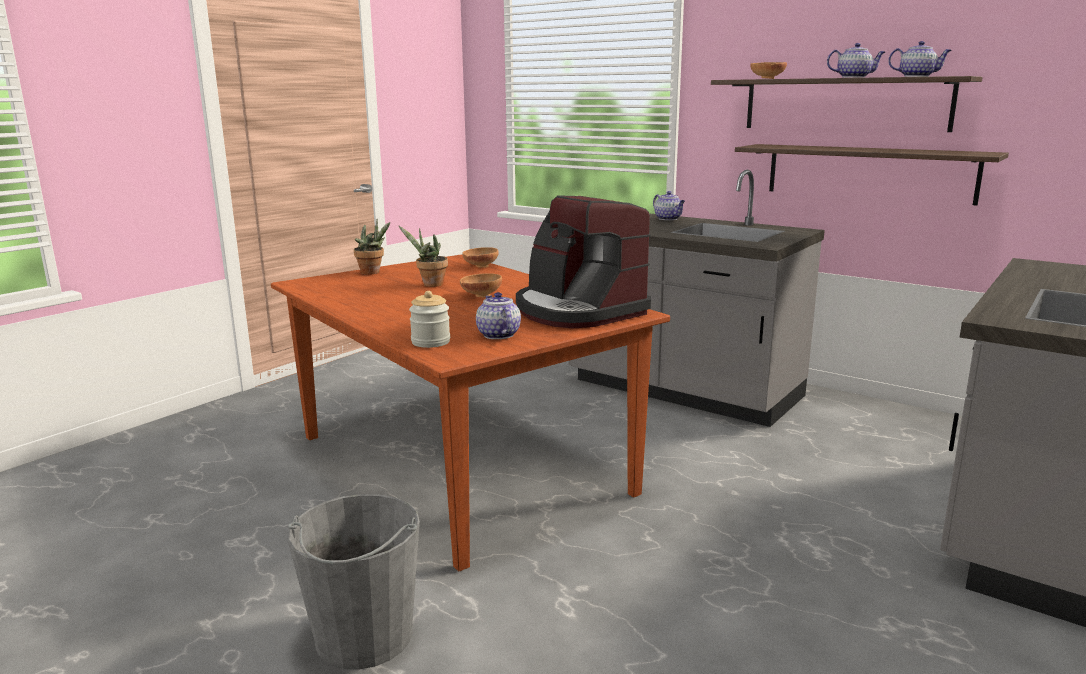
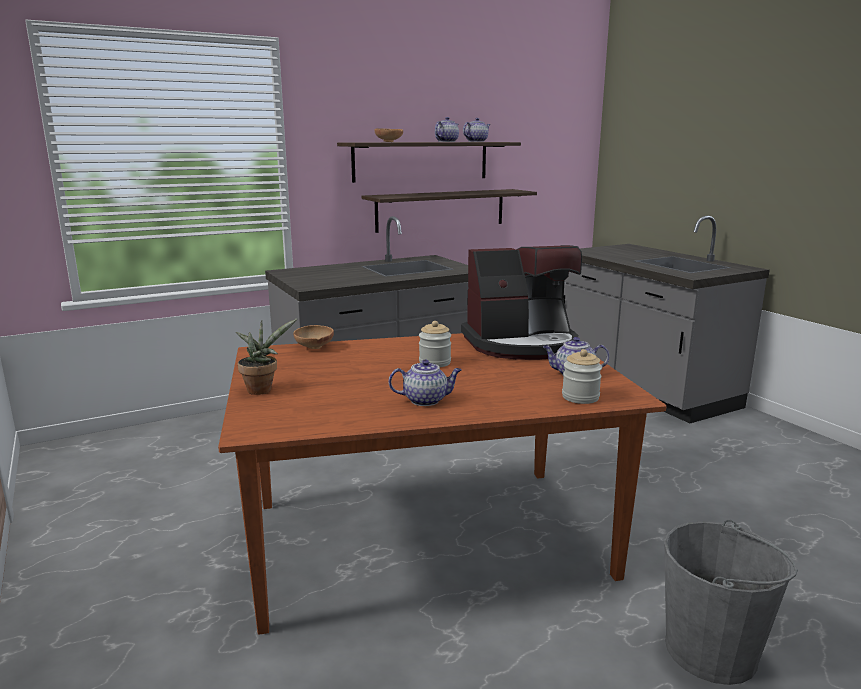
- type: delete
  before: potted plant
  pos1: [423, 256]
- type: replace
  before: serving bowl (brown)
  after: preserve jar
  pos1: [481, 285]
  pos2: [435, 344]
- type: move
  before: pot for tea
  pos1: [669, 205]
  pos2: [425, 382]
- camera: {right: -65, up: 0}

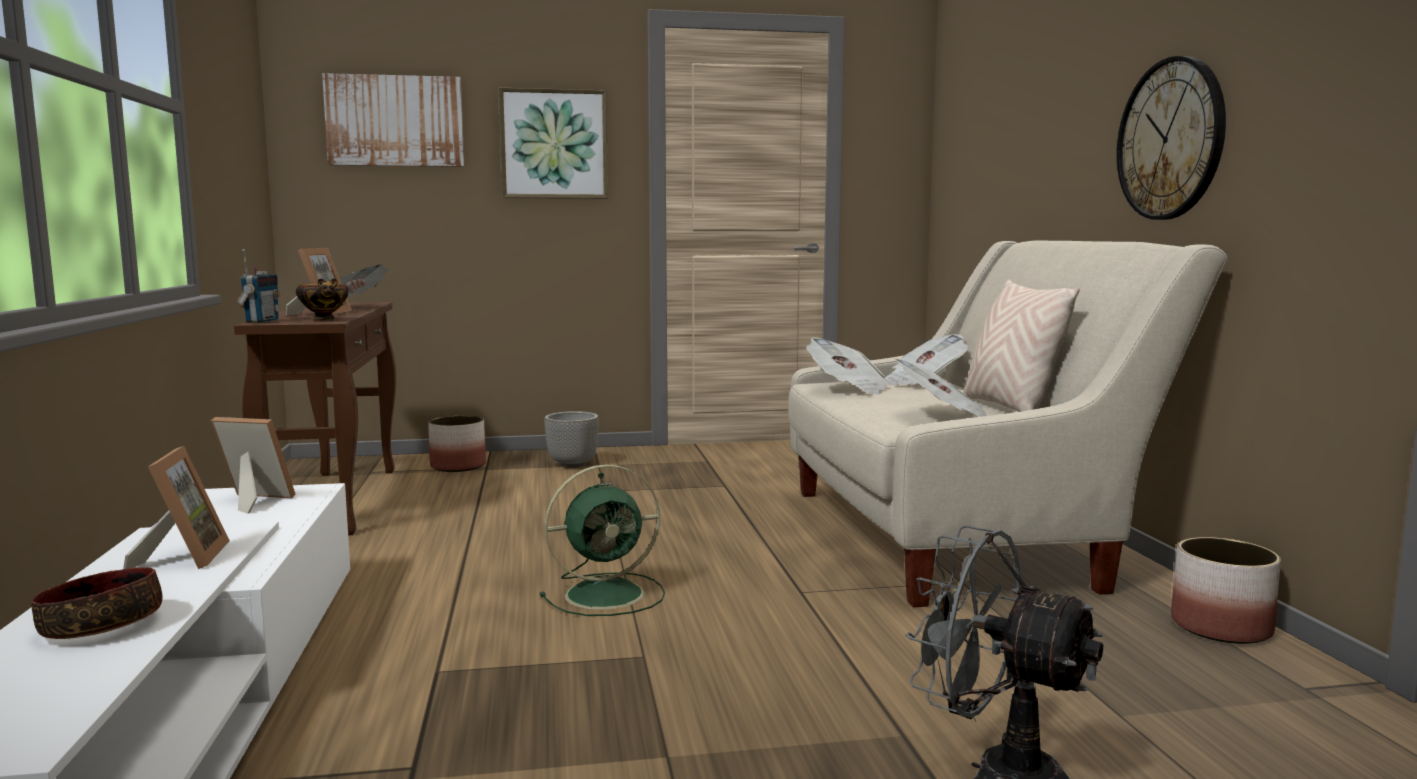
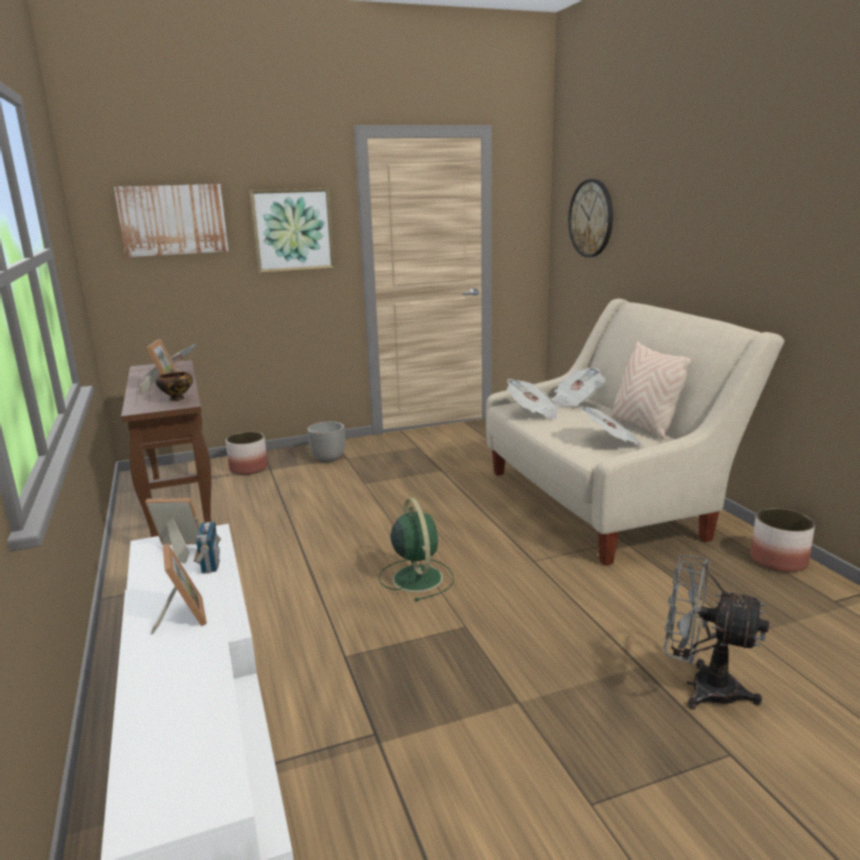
- type: delete
  before: serving bowl
  pos1: [96, 603]
- type: move
  before: radio receiver
  pos1: [258, 286]
  pos2: [207, 545]
- type: rotate
  before: fan (greenish)
  pos1: [602, 540]
  pos2: [416, 549]
  turn: -75
- type: move
  before: clock on the wall
  pos1: [1171, 138]
  pos2: [590, 218]
- camera: {right: -10, up: 10}

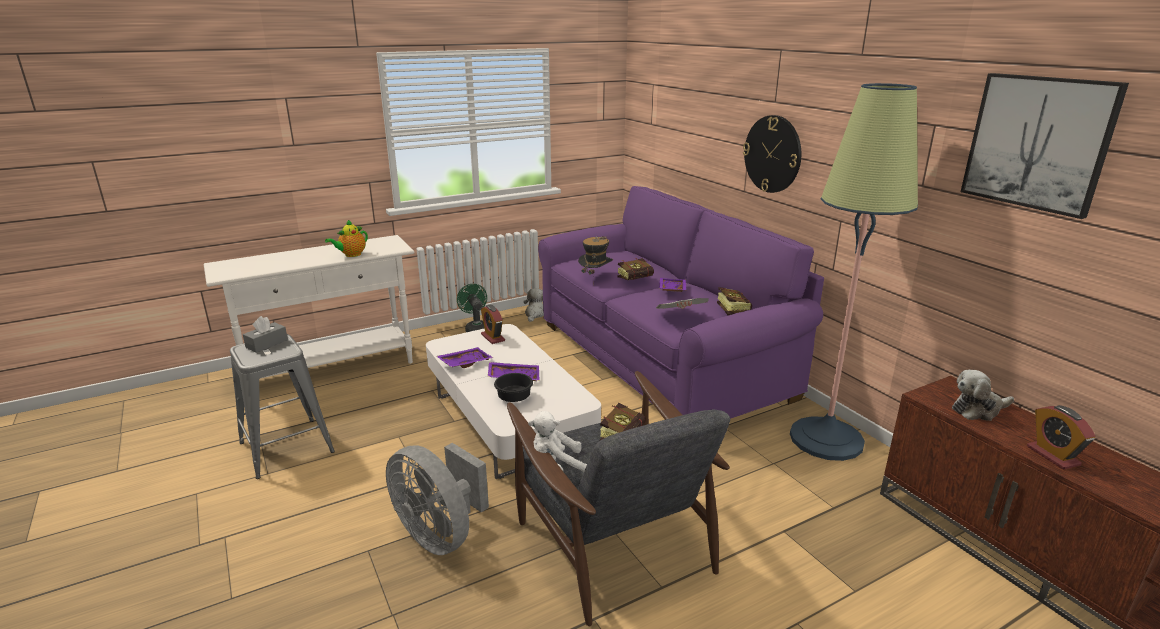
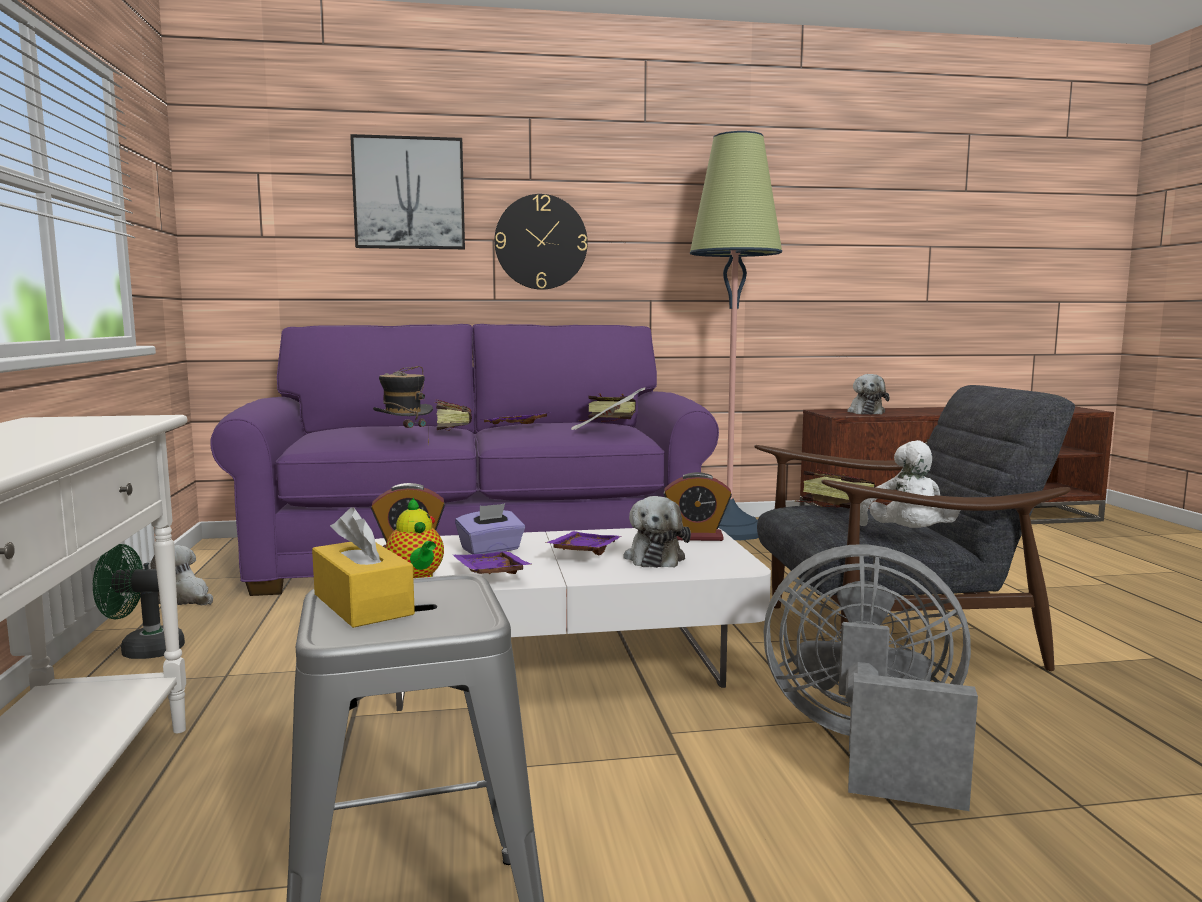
- type: recolor
  before: tissue box (greyish)
  after: tissue box (yellowish)
  pos1: [265, 334]
  pos2: [363, 567]
- type: move
  before: pot for tea
  pos1: [346, 238]
  pos2: [415, 538]
- type: rotate
  before: fan (greyish)
  pos1: [437, 499]
  pos2: [871, 678]
  turn: -135
- type: replace
  before: serving bowl (black-coloured)
  after: cuddly toy
  pos1: [513, 387]
  pos2: [657, 532]
- type: move
  before: wall art
  pos1: [1045, 146]
  pos2: [407, 191]
- type: move
  before: bedside clock
  pos1: [1061, 437]
  pos2: [698, 506]
- type: insert
  after: tissue box (purplish)
  pos2: [490, 528]
- camera: {right: -70, up: -15}

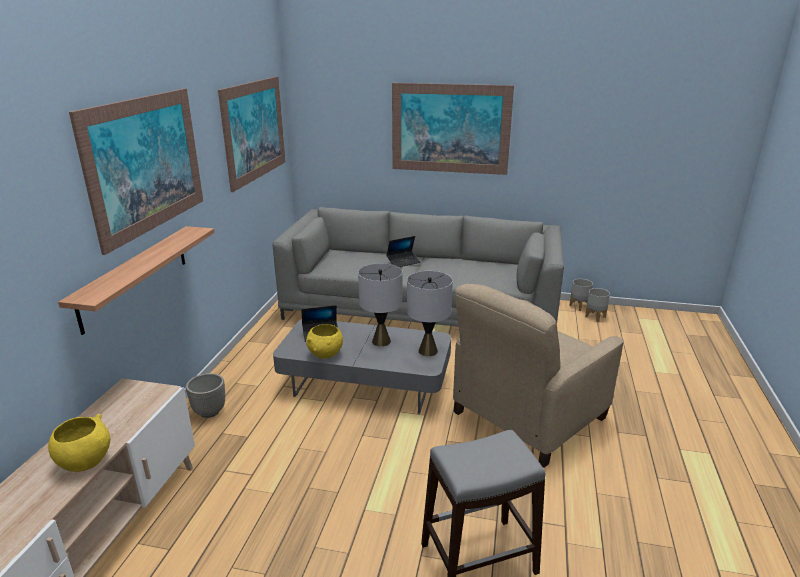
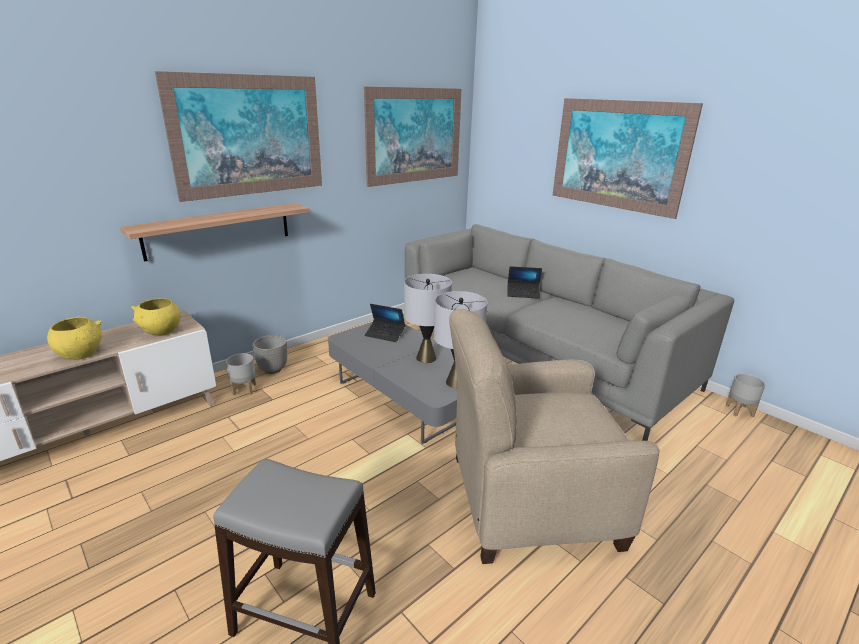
- type: move
  before: serving bowl (yellowish)
  pos1: [324, 341]
  pos2: [156, 317]
- type: move
  before: flower pot (greyish)
  pos1: [597, 305]
  pos2: [241, 374]
- camera: {right: 35, up: 0}

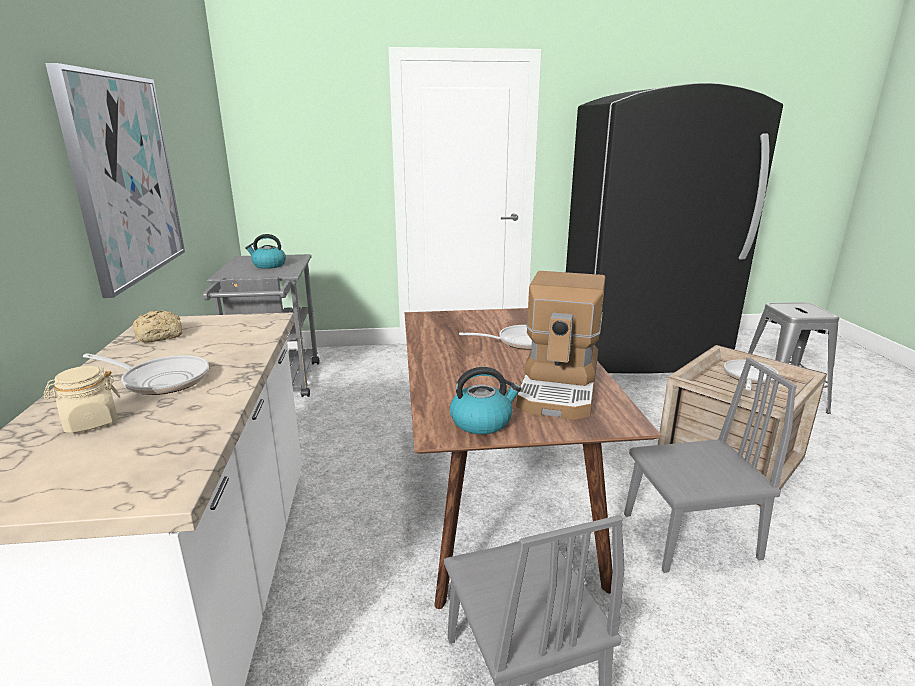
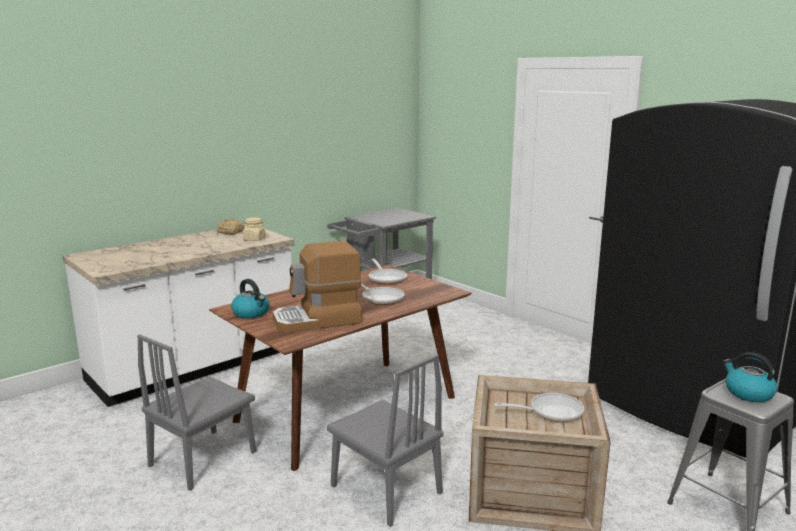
- type: move
  before: preserve jar (sand-coloured)
  pos1: [82, 399]
  pos2: [254, 229]
- type: delete
  before: wall art
  pos1: [115, 180]
- type: move
  before: pan
  pos1: [146, 374]
  pos2: [388, 271]
- type: move
  before: tea kettle
  pos1: [265, 251]
  pos2: [750, 377]
- camera: {right: 55, up: -5}

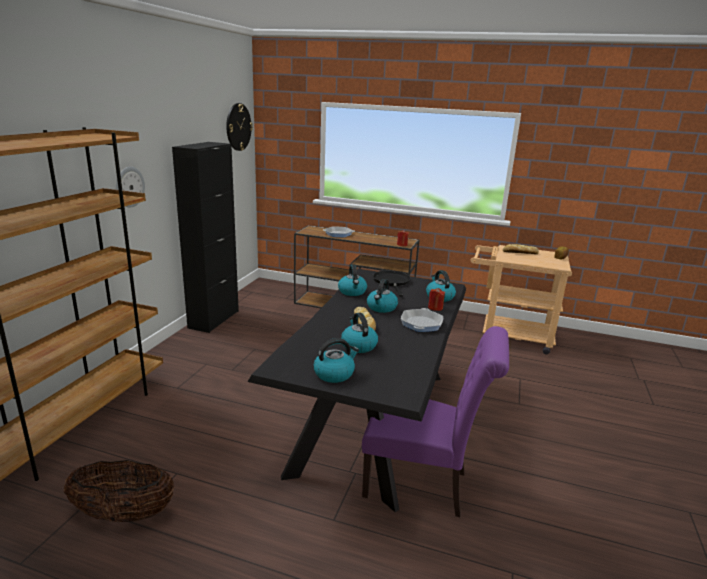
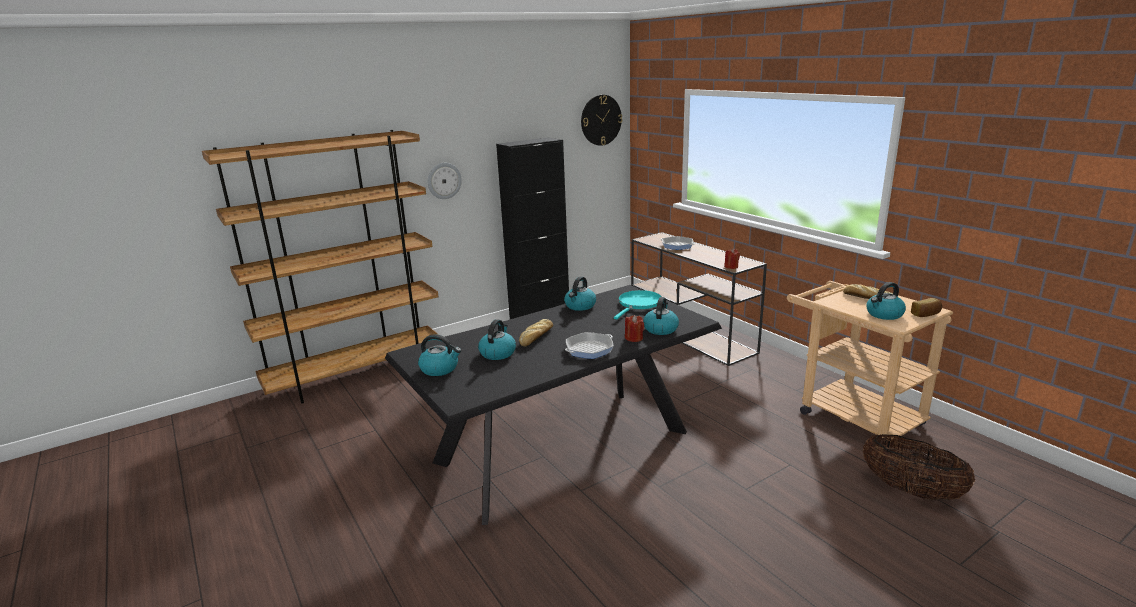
- type: move
  before: basket
  pos1: [119, 491]
  pos2: [919, 467]
- type: delete
  before: upright chair (purplish)
  pos1: [435, 421]
- type: move
  before: tea kettle
  pos1: [382, 296]
  pos2: [886, 301]
- type: recolor
  before: pan (black-coloured)
  after: pan (turquoise)
  pos1: [391, 283]
  pos2: [638, 304]
- camera: {right: 40, up: 0}

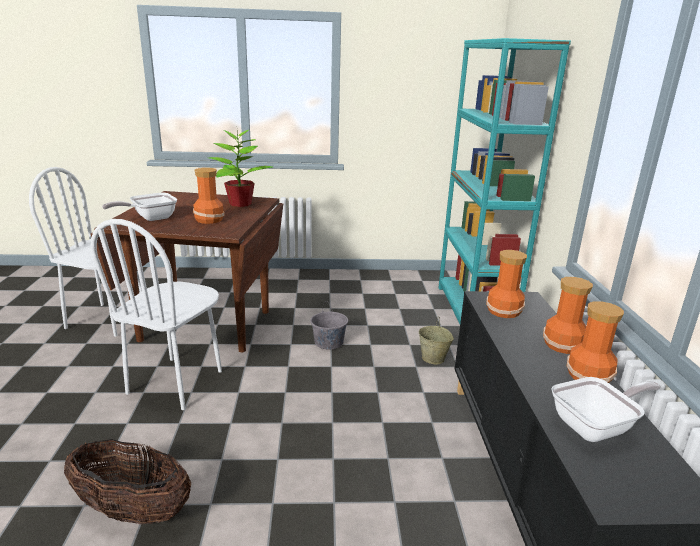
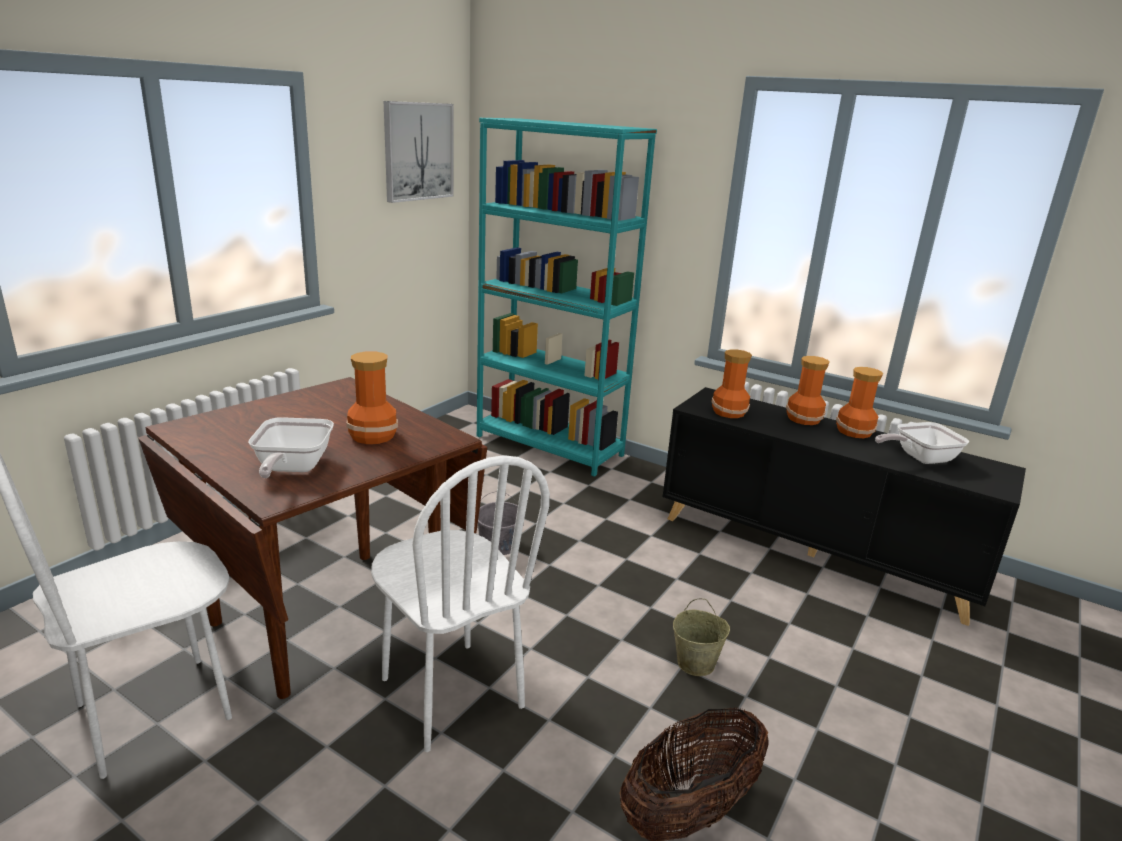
- type: delete
  before: potted plant
  pos1: [241, 168]
- type: move
  before: bucket (sand-coloured)
  pos1: [436, 340]
  pos2: [701, 637]
- type: rotate
  before: pan
  pos1: [606, 409]
  pos2: [922, 443]
  turn: -120
- type: insert
  after: wall art
  pos2: [419, 152]
- camera: {right: -55, up: 0}

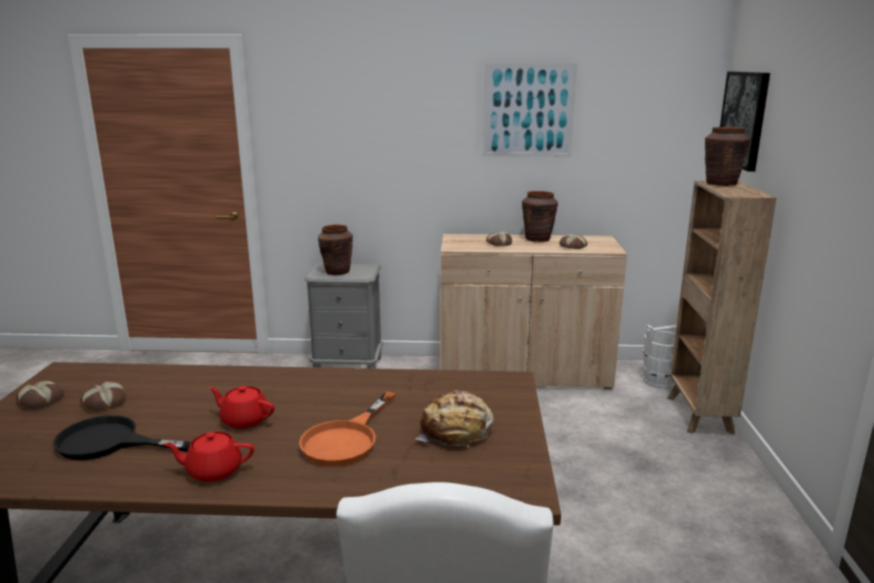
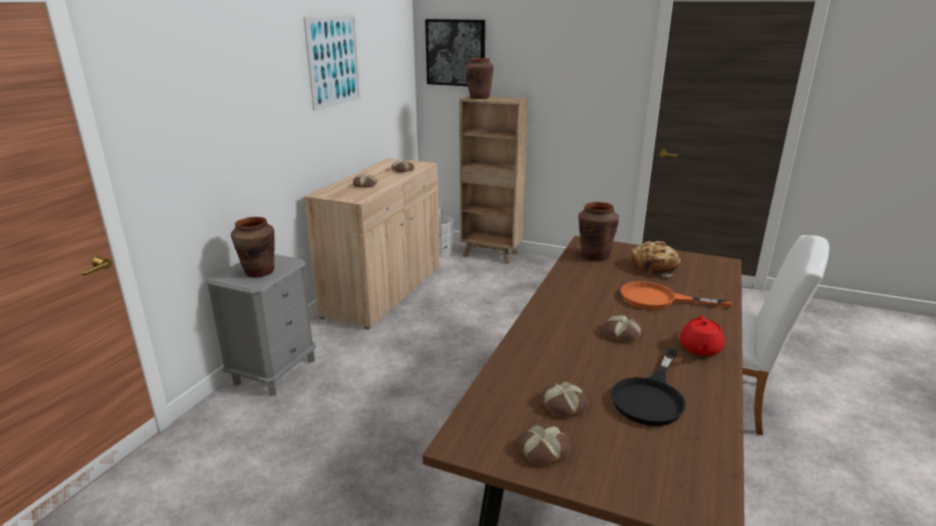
- type: replace
  before: pot for tea (red-coloured)
  after: bakery bread
  pos1: [242, 407]
  pos2: [623, 328]
- type: rotate
  before: pan (orangey)
  pos1: [347, 429]
  pos2: [676, 295]
  turn: 150
- type: move
  before: vase (brown)
  pos1: [540, 216]
  pos2: [598, 231]
- camera: {right: -70, up: 5}

